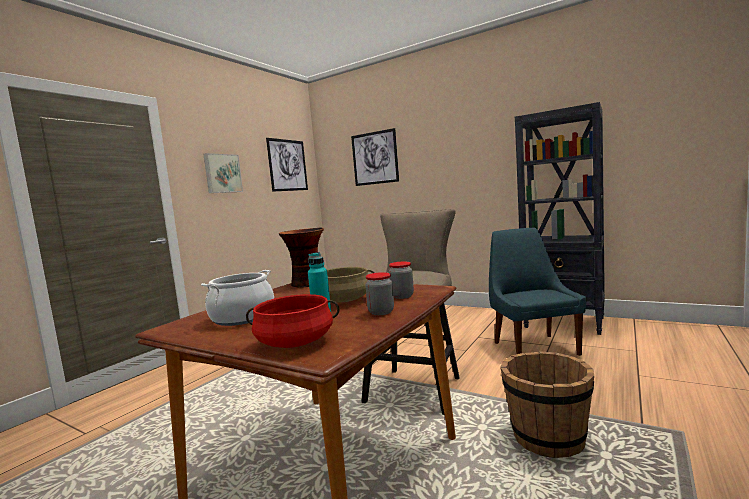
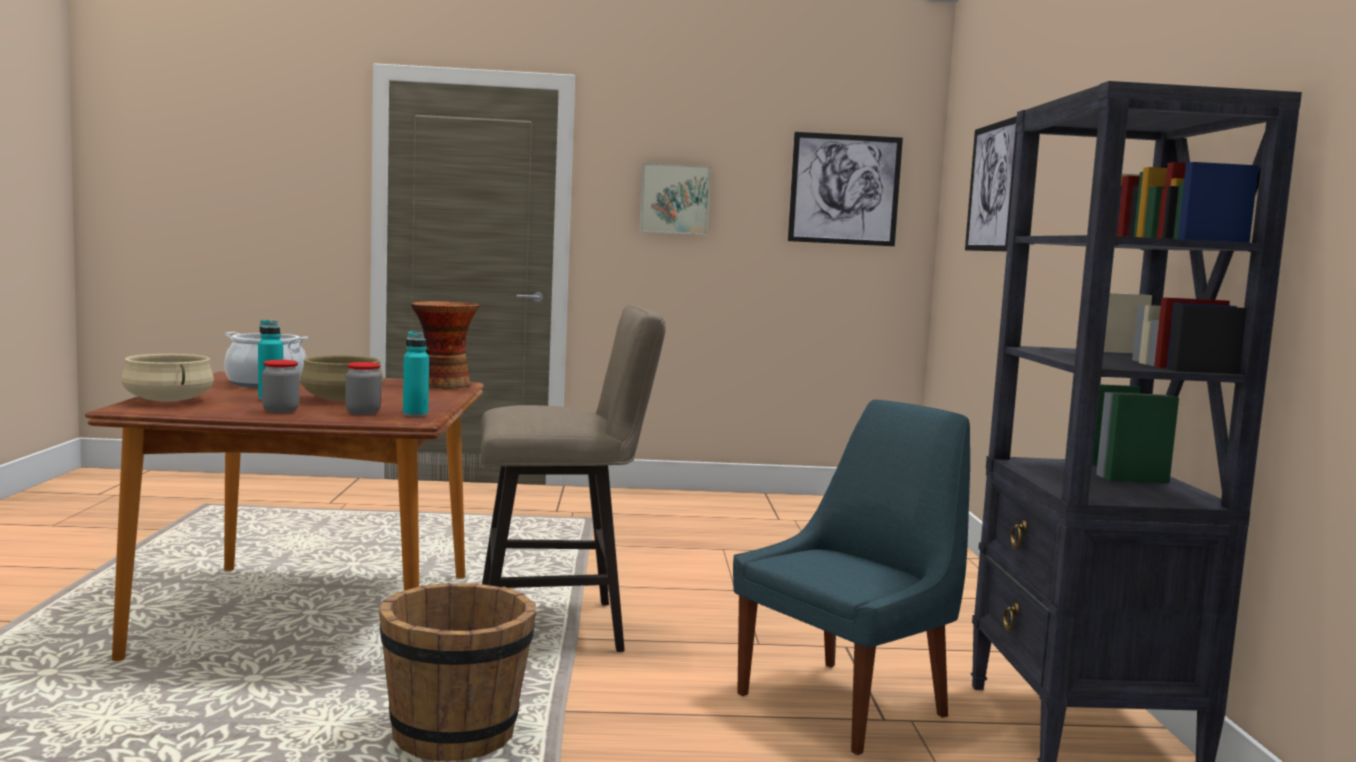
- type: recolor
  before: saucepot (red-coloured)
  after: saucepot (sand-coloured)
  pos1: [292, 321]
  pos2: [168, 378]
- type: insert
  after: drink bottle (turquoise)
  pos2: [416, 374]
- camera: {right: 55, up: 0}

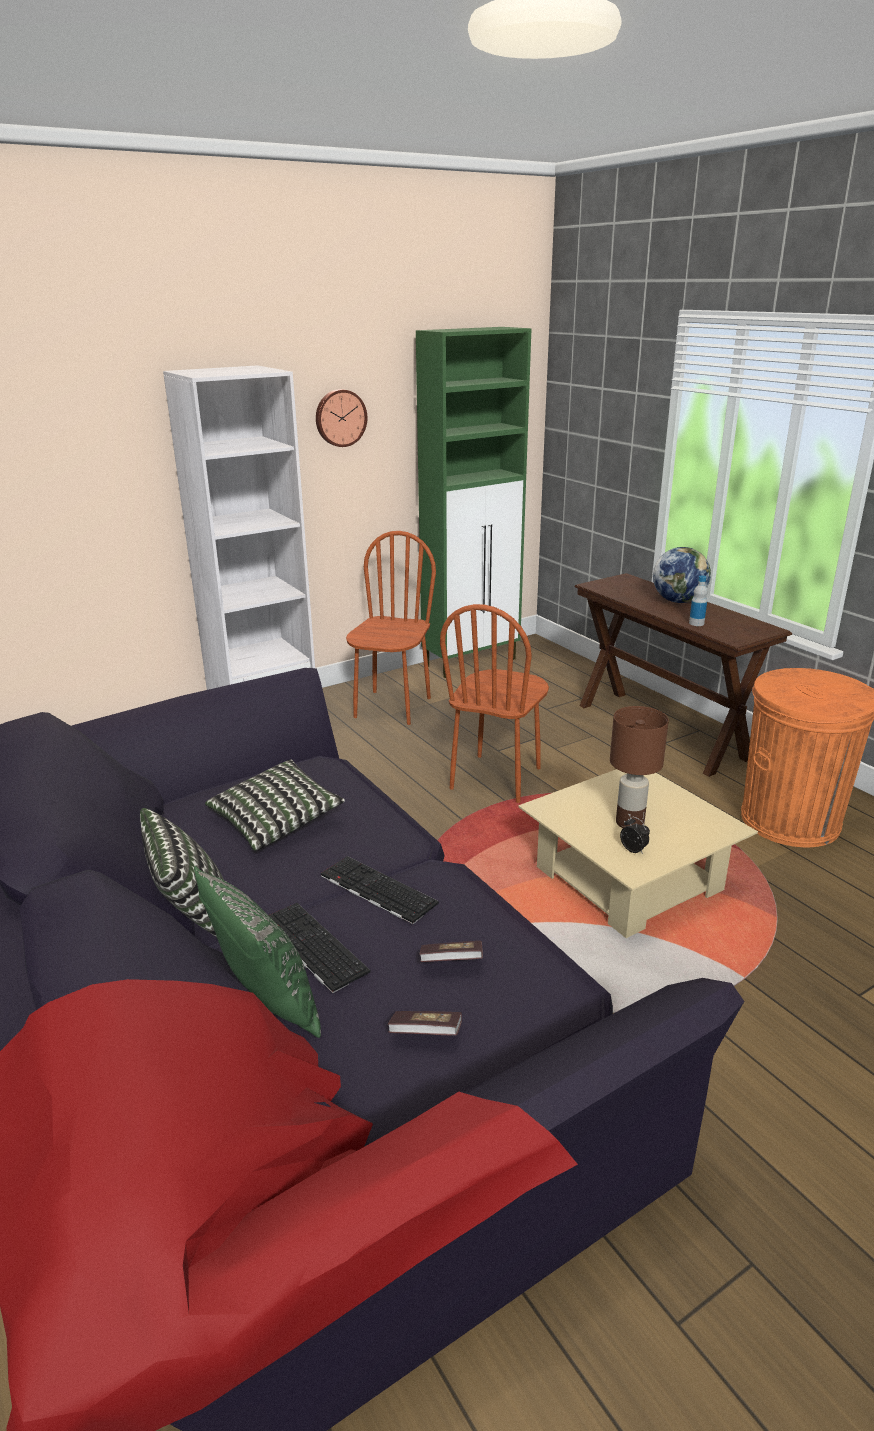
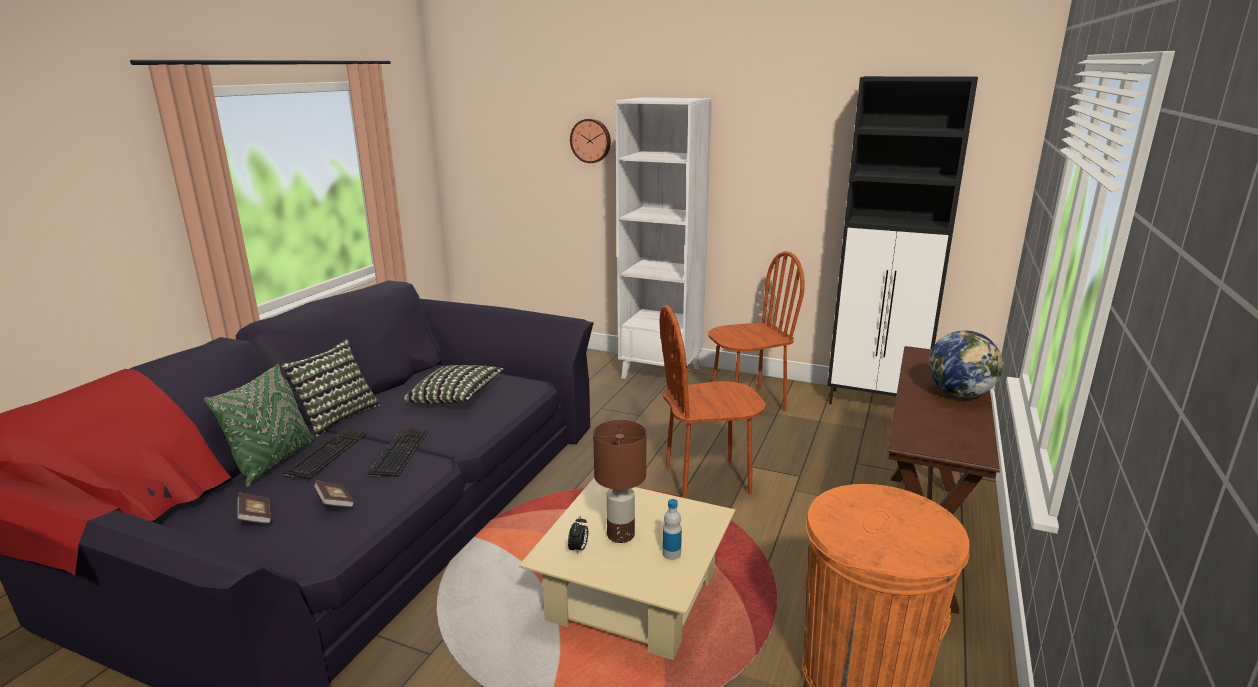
- type: move
  before: clock on the wall
  pos1: [341, 418]
  pos2: [590, 141]
- type: recolor
  before: storage cabinet (greenish)
  after: storage cabinet (black-coloured)
  pos1: [474, 502]
  pos2: [902, 240]
- type: move
  before: drink bottle
  pos1: [698, 601]
  pos2: [672, 529]
- camera: {right: 55, up: -5}

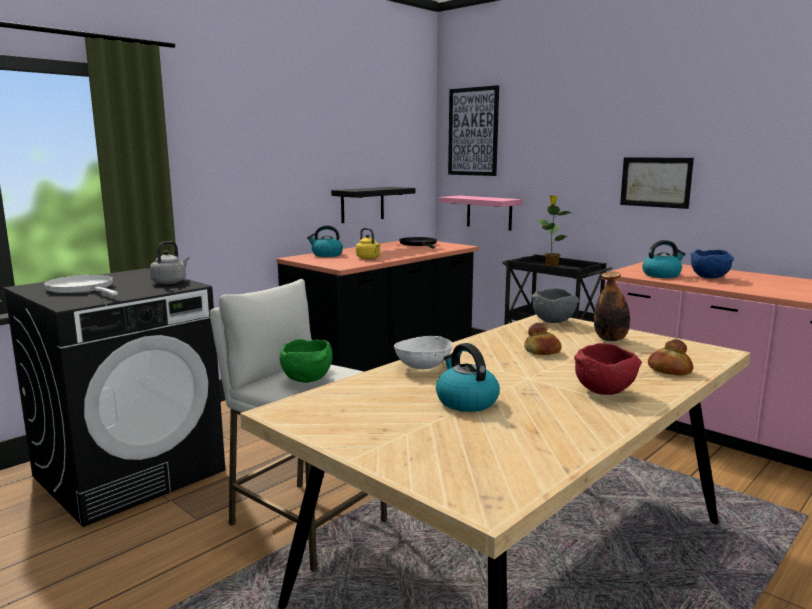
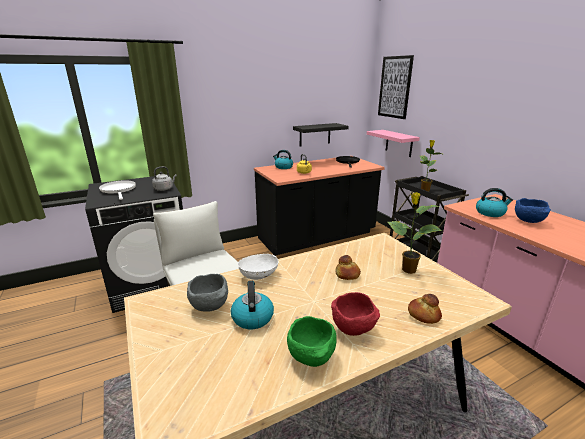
- type: move
  before: serving bowl (greenish)
  pos1: [306, 361]
  pos2: [312, 341]
- type: move
  before: serving bowl (greyish)
  pos1: [555, 305]
  pos2: [207, 293]
- type: replace
  before: drink bottle
  after: potted plant
  pos1: [612, 306]
  pos2: [415, 233]
- type: delete
  before: wall art
  pos1: [657, 183]
- camera: {right: 20, up: 10}

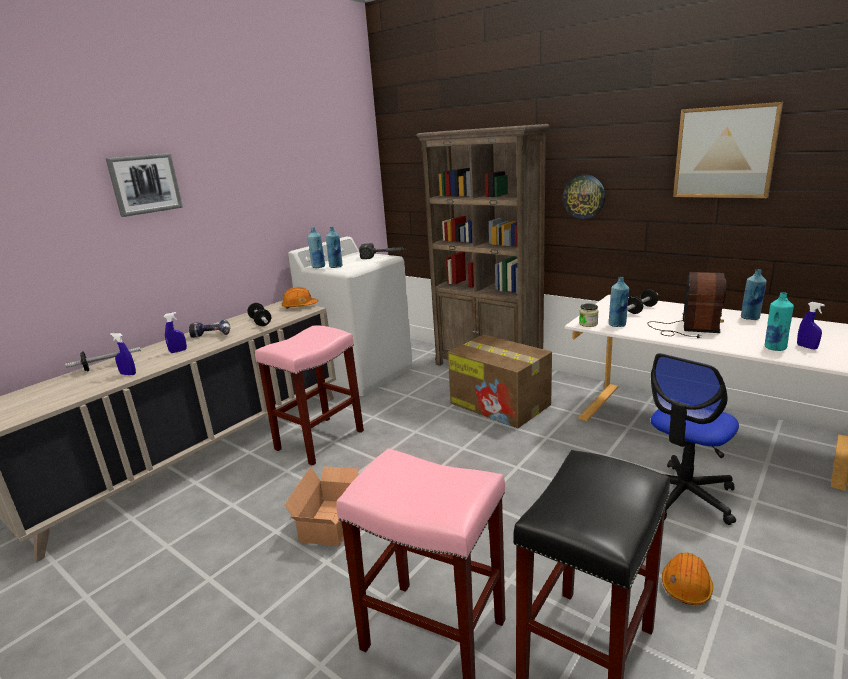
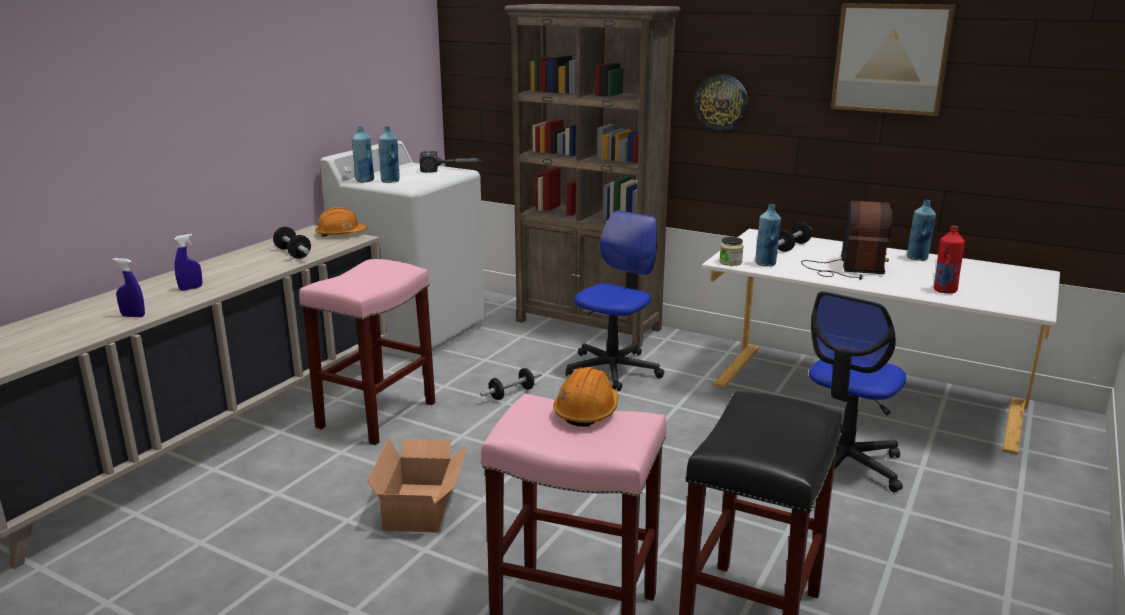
- type: move
  before: hand weight
  pos1: [103, 359]
  pos2: [511, 384]
- type: delete
  before: wall art
  pos1: [144, 185]
- type: delete
  before: electric drill
  pos1: [209, 329]
- type: replace
  before: packing box
  after: computer chair
  pos1: [500, 381]
  pos2: [615, 300]
- type: move
  before: work helmet (orangey)
  pos1: [687, 579]
  pos2: [585, 397]
- type: recolor
  before: drink bottle (turquoise)
  after: drink bottle (red-coloured)
  pos1: [779, 321]
  pos2: [949, 260]
- type: delete
  before: hand sprayer (blue-coloured)
  pos1: [811, 325]
- camera: {right: -10, up: 0}

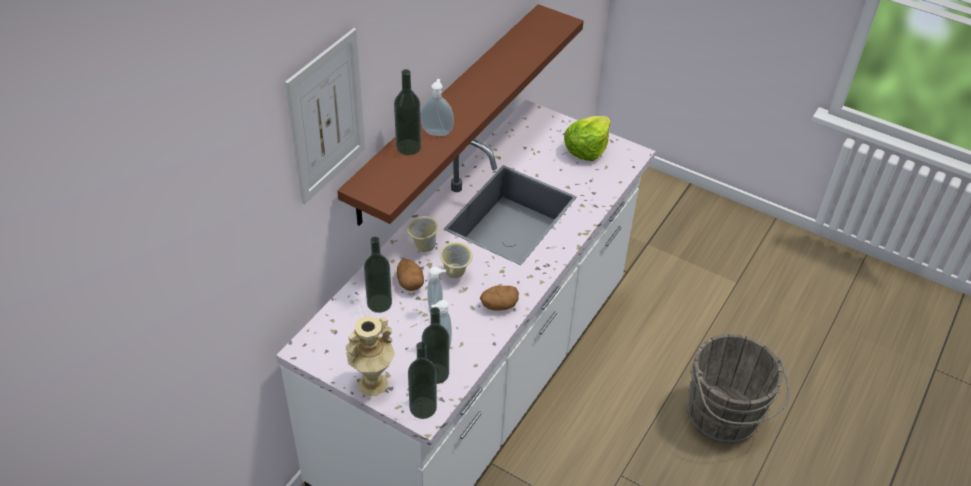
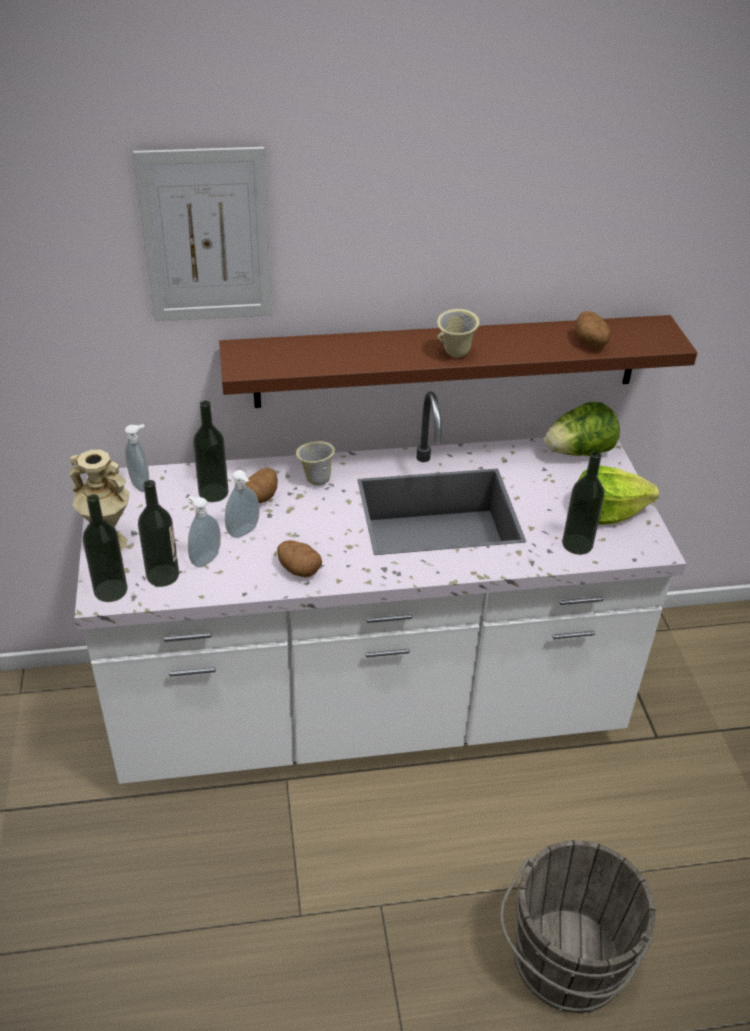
- type: move
  before: drink bottle
  pos1: [407, 112]
  pos2: [583, 503]
- type: move
  before: soap bottle
  pos1: [437, 107]
  pos2: [137, 458]
- type: move
  before: tea mug (sand-coloured)
  pos1: [456, 260]
  pos2: [458, 333]
- type: insert
  after: lettuce head
  pos2: [582, 429]
- type: insert
  after: potato
  pos2: [593, 329]
- camera: {right: 50, up: -5}

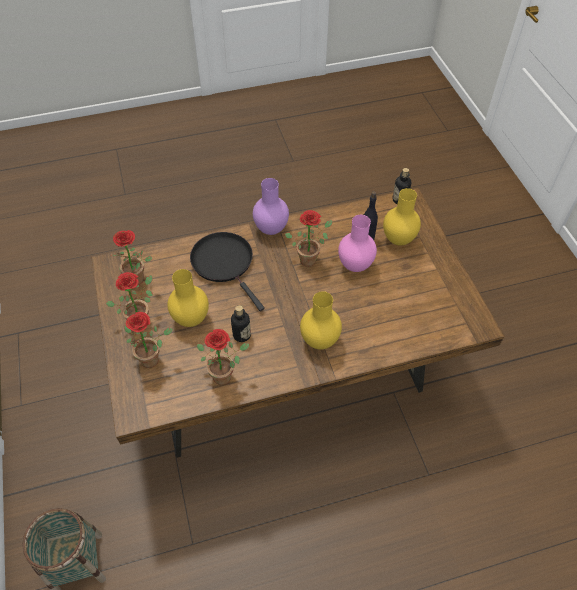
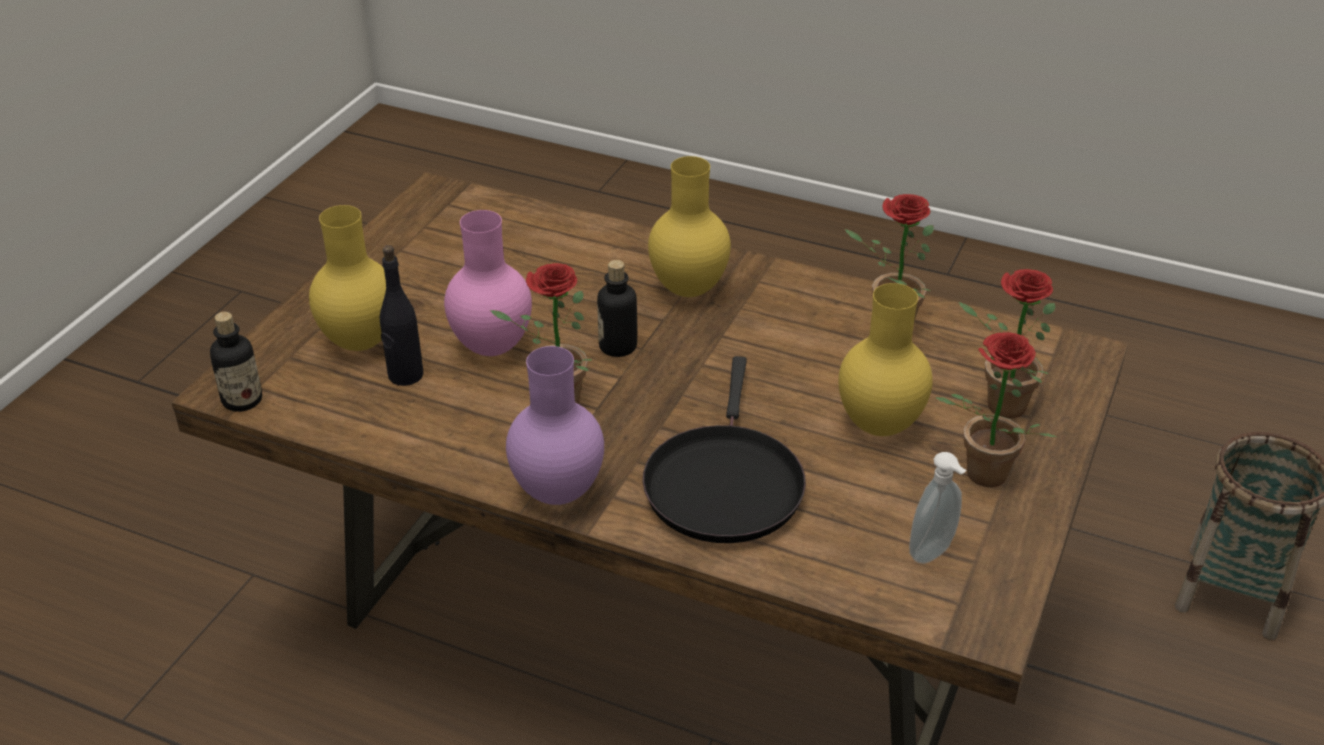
- type: replace
  before: potted plant
  after: soap bottle
  pos1: [132, 257]
  pos2: [938, 508]
- type: move
  before: drink bottle
  pos1: [241, 323]
  pos2: [617, 308]
- camera: {right: -140, up: -15}

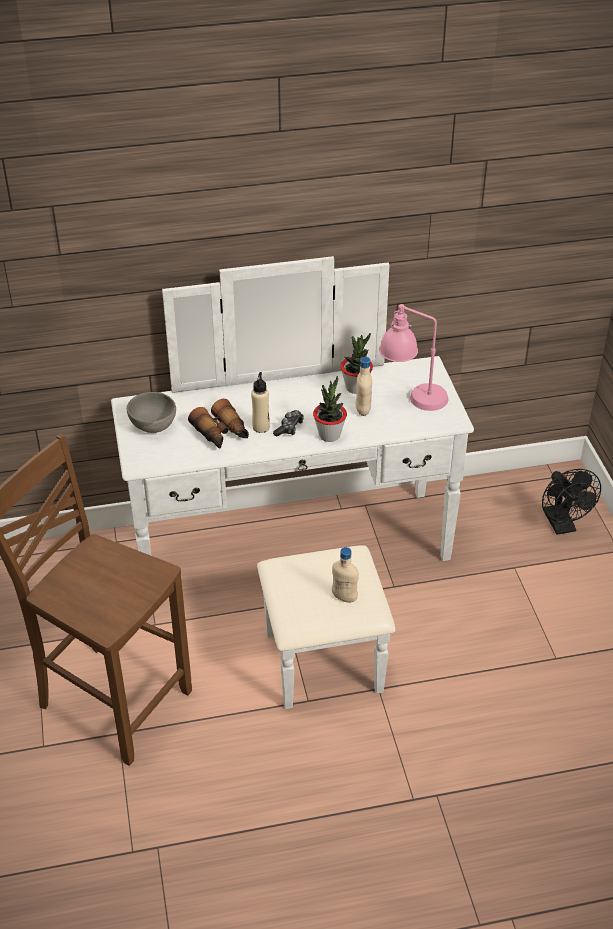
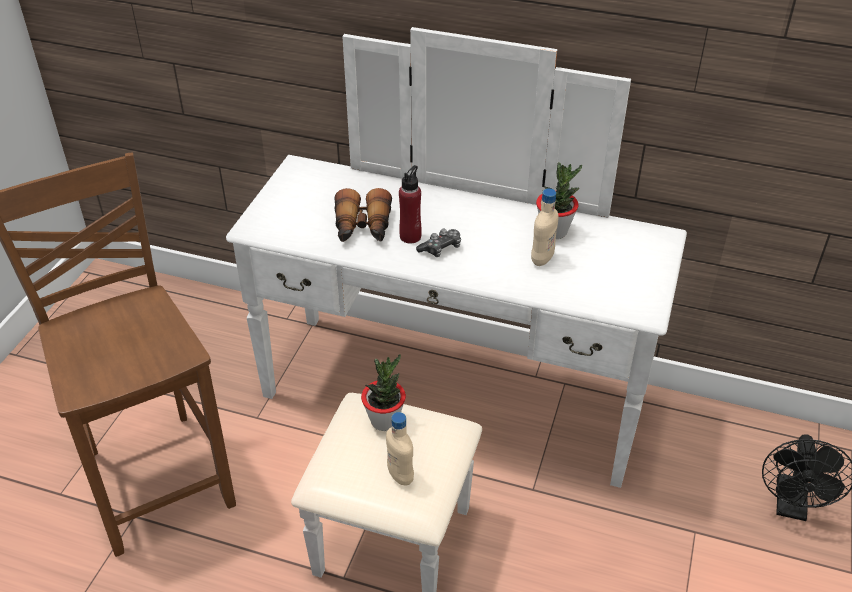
- type: delete
  before: serving bowl (greyish)
  pos1: [151, 412]
- type: recolor
  before: drink bottle (sand-coloured)
  after: drink bottle (red-coloured)
  pos1: [260, 402]
  pos2: [410, 204]
- type: move
  before: potted plant
  pos1: [330, 409]
  pos2: [383, 392]
- type: delete
  before: tabletop lamp (pinkish)
  pos1: [413, 357]
- camera: {right: 30, up: 0}

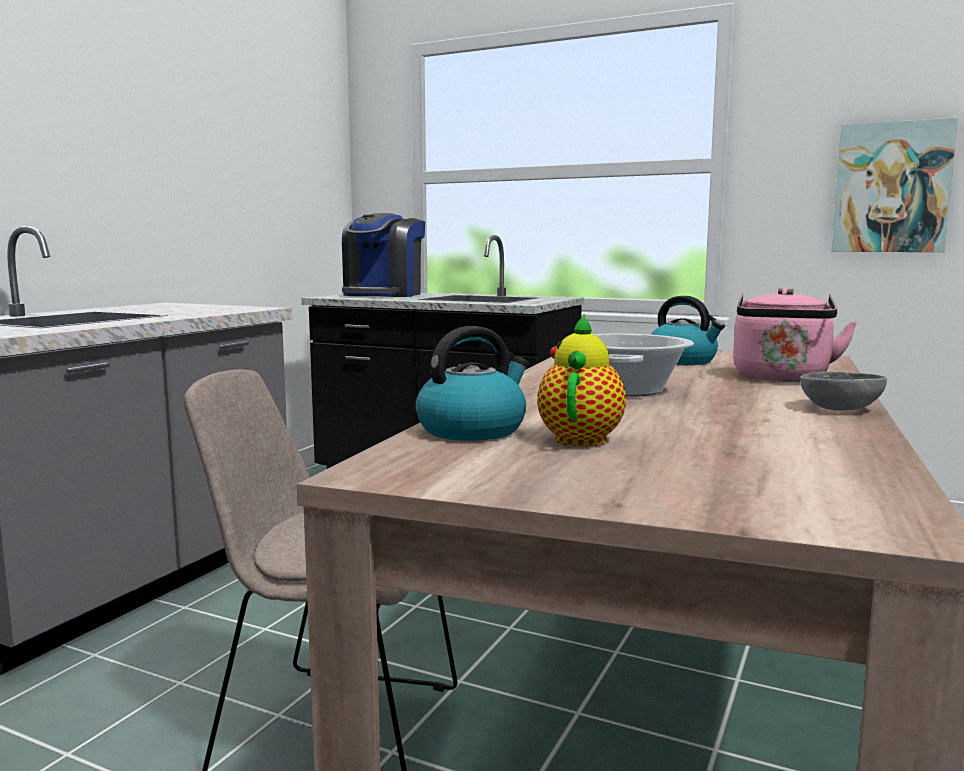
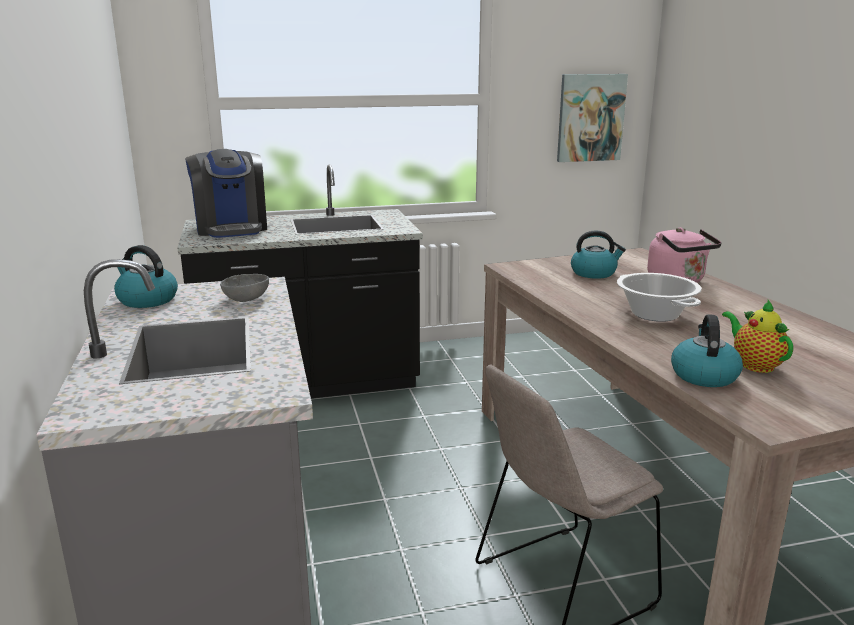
- type: move
  before: serving bowl (greyish)
  pos1: [843, 390]
  pos2: [244, 288]
- type: insert
  after: tea kettle
  pos2: [146, 276]
- camera: {right: -40, up: 10}

